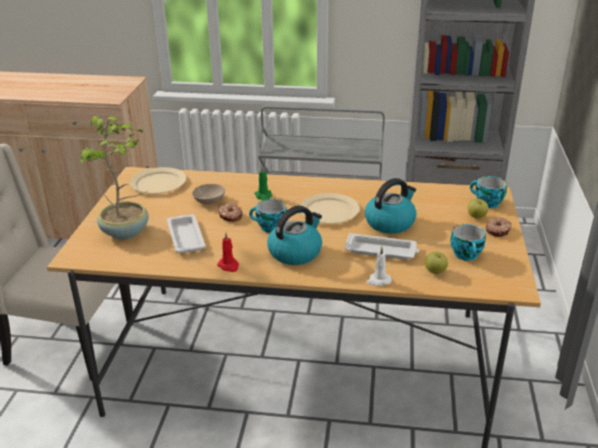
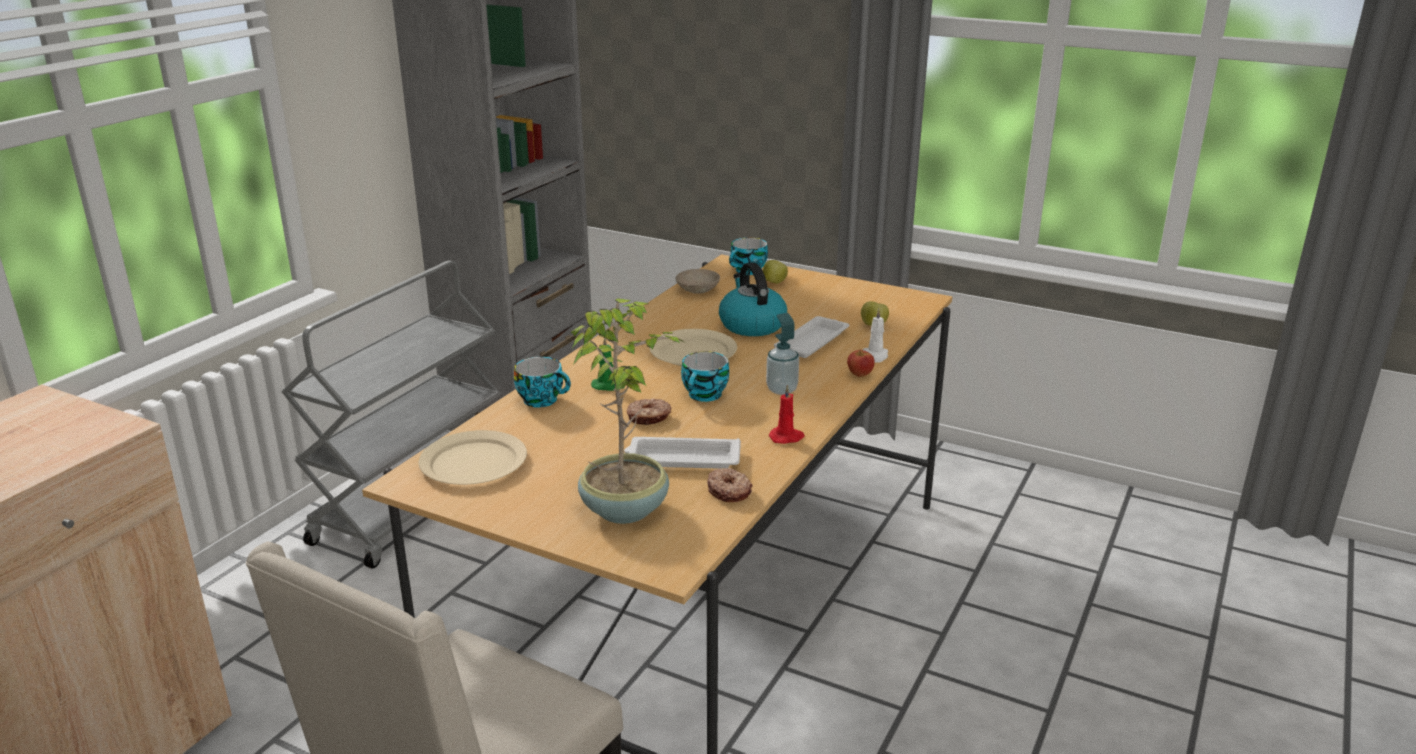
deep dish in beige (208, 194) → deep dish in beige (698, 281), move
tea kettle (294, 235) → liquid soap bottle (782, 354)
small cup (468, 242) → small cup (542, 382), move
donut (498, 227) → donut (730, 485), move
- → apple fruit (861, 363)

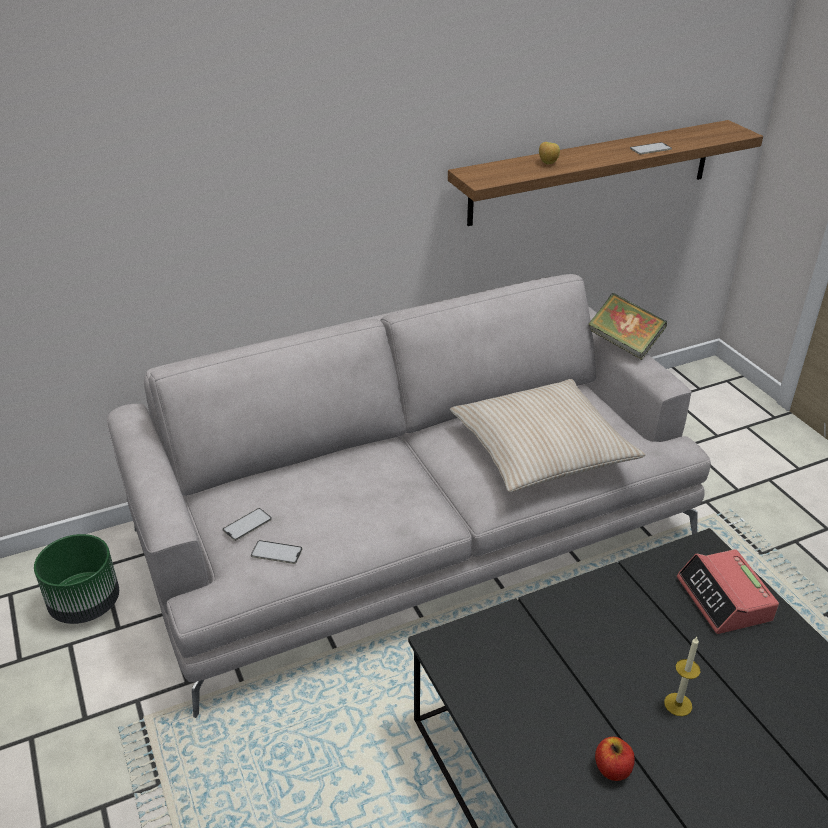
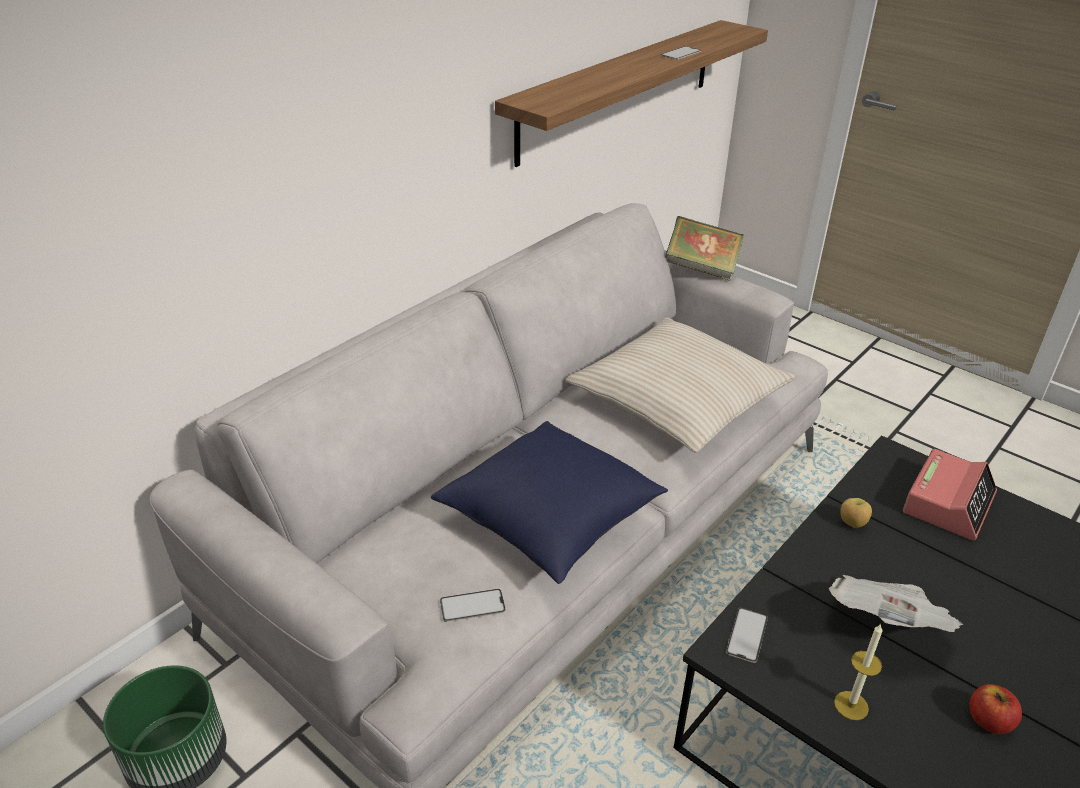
telephone (247, 524) → telephone (747, 635), move
apple fruit (549, 153) → apple fruit (856, 513), move
wax light (682, 676) → wax light (858, 672), move
table clock (728, 591) → table clock (950, 494), 105 degrees counterclockwise
- → throw pillow in blue-coloured (549, 502)
- → newspaper (896, 603)

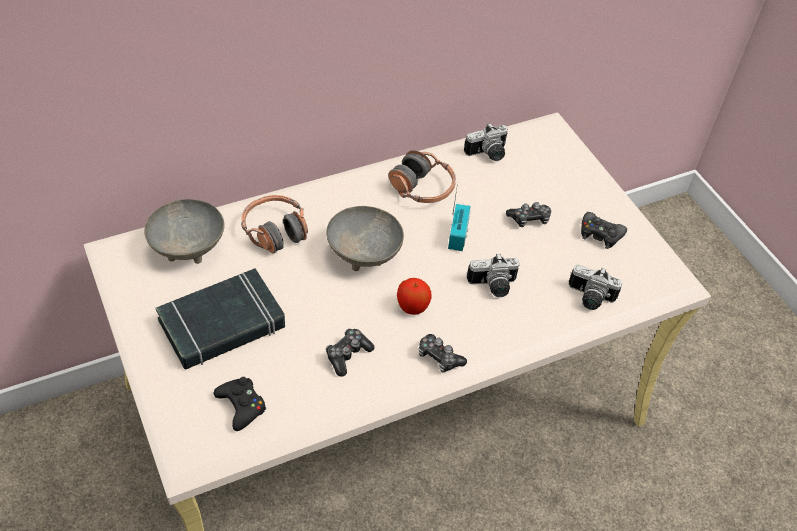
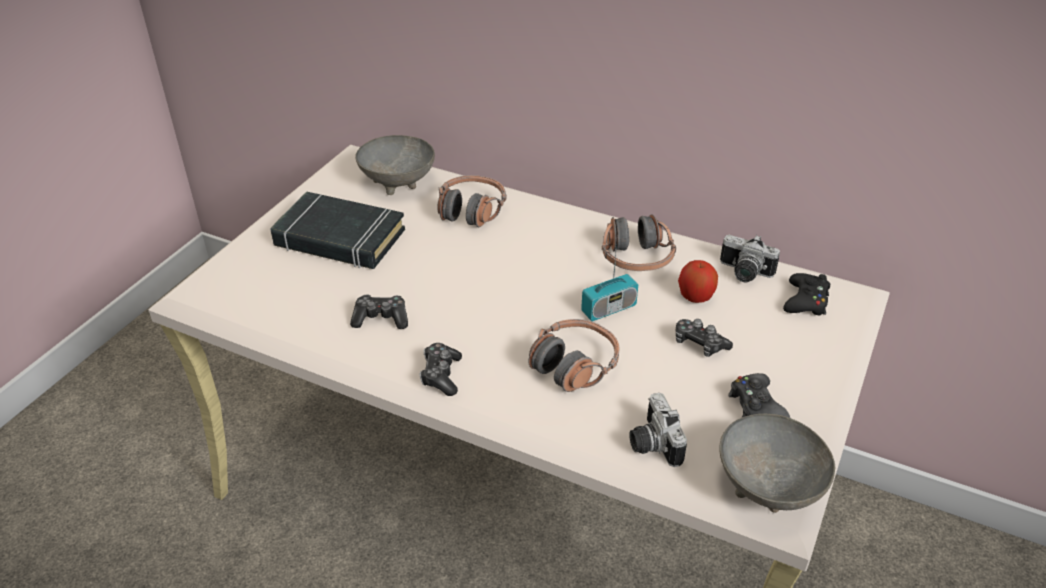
joypad in black (240, 404) → joypad in black (806, 294), move
deep dish in greyish (365, 238) → deep dish in greyish (777, 463), move
apple fruit (414, 296) → apple fruit (698, 281), move
photo camera (493, 275) → headset (574, 355)

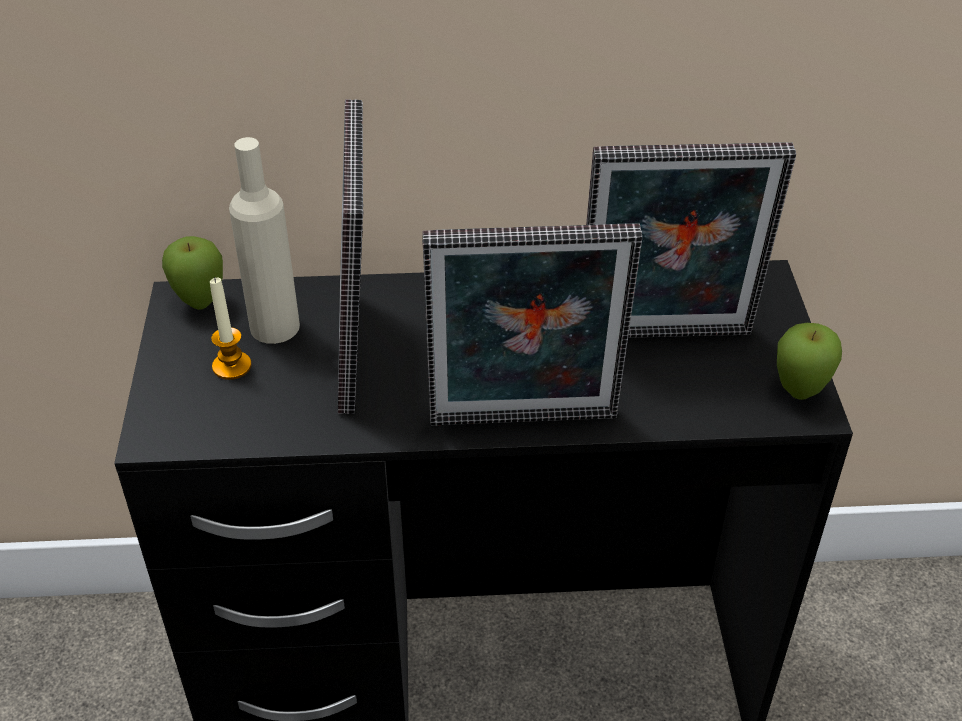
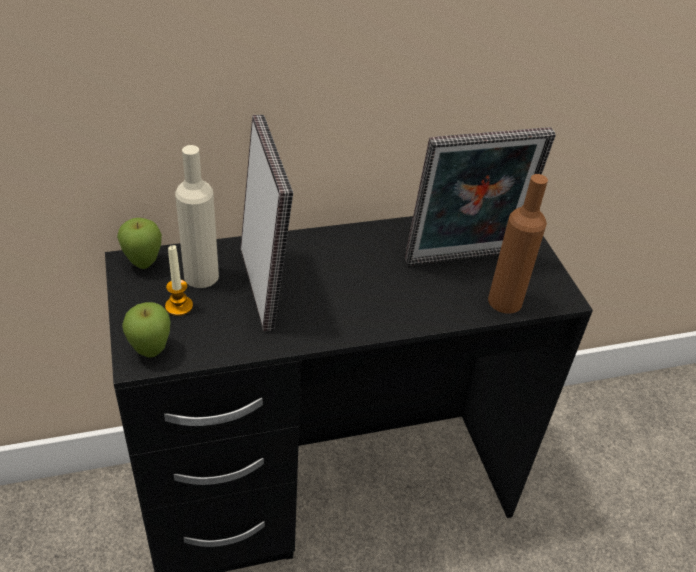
picture frame (532, 324) → -
apple fruit (809, 361) → apple fruit (146, 329), move
- → drink bottle in brownish (518, 244)

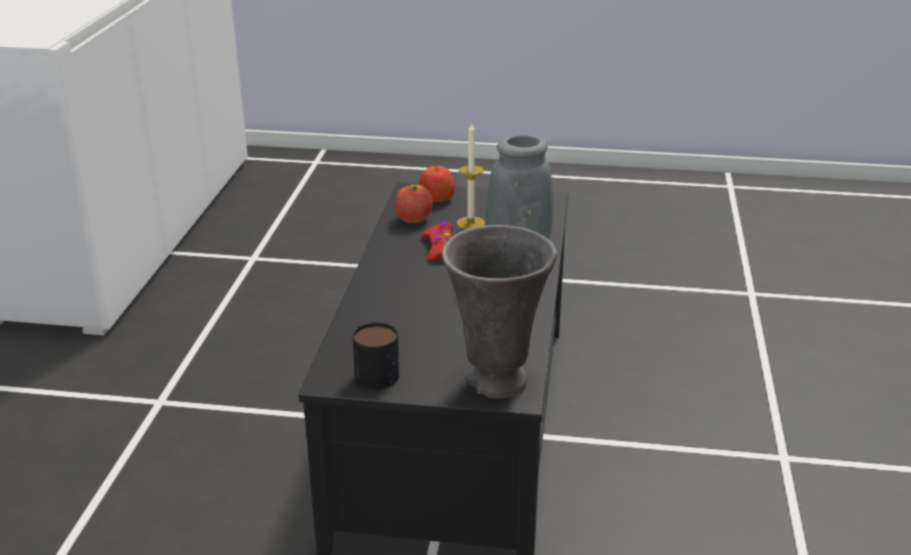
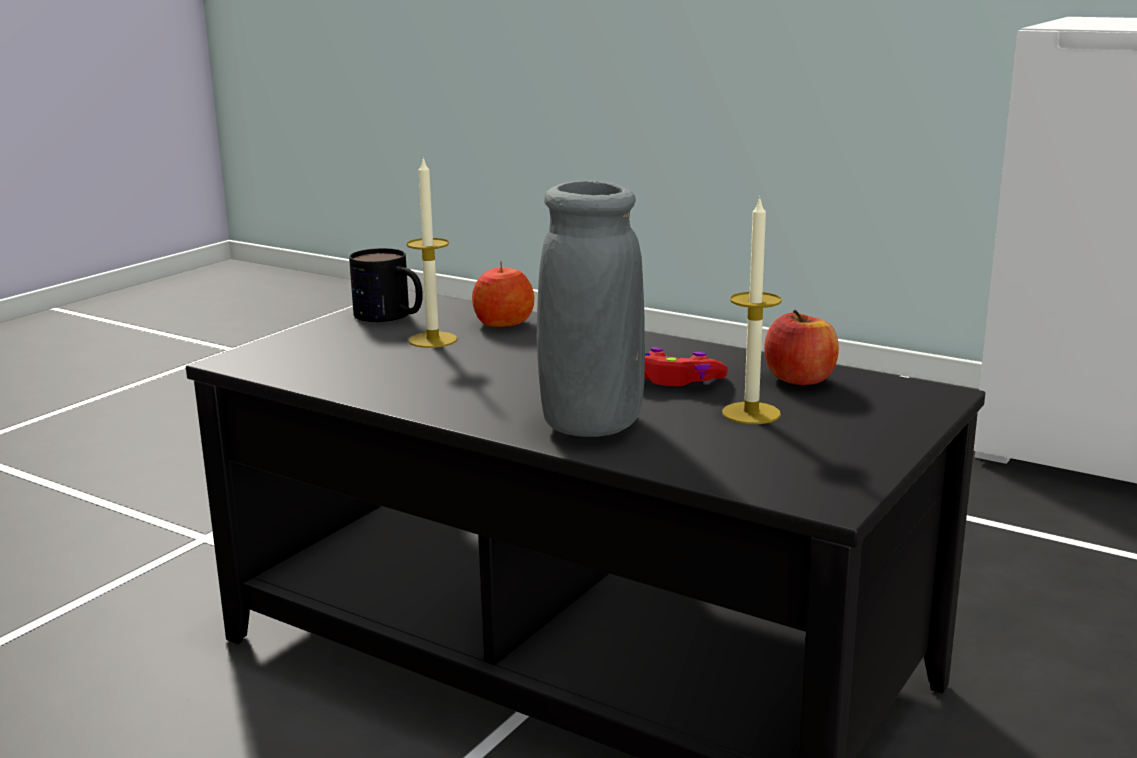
apple fruit (437, 183) → apple fruit (503, 294), move
decorative vase in greyish (499, 311) → -
- → wax light (432, 252)

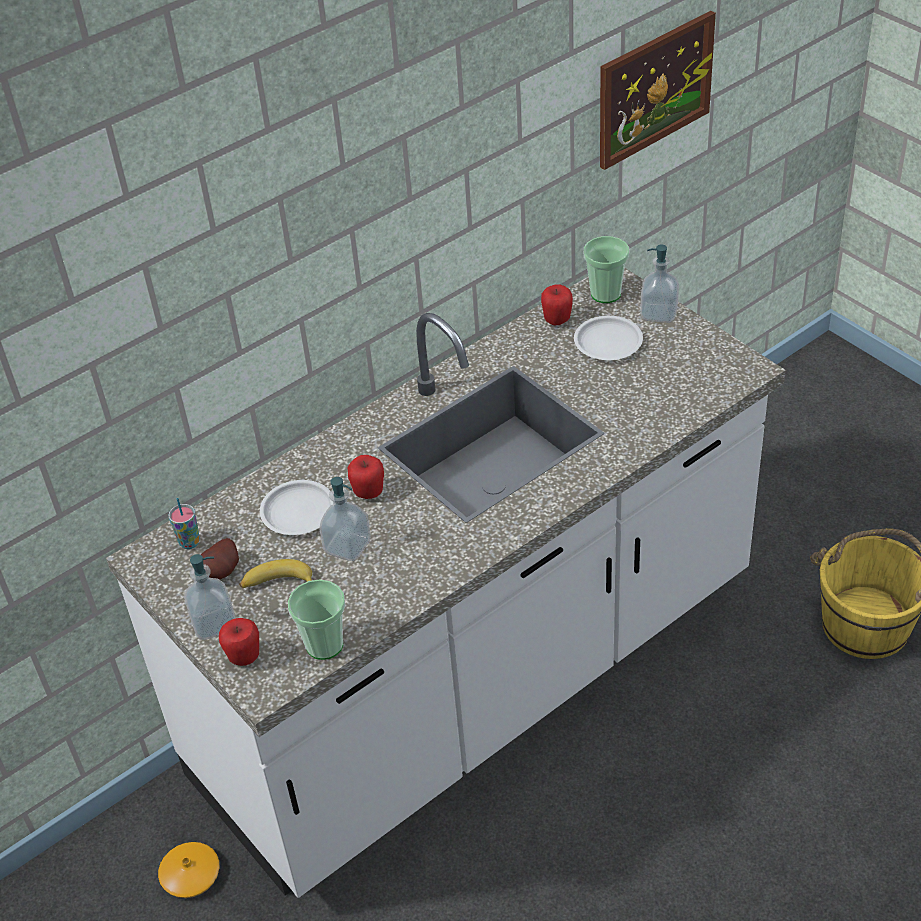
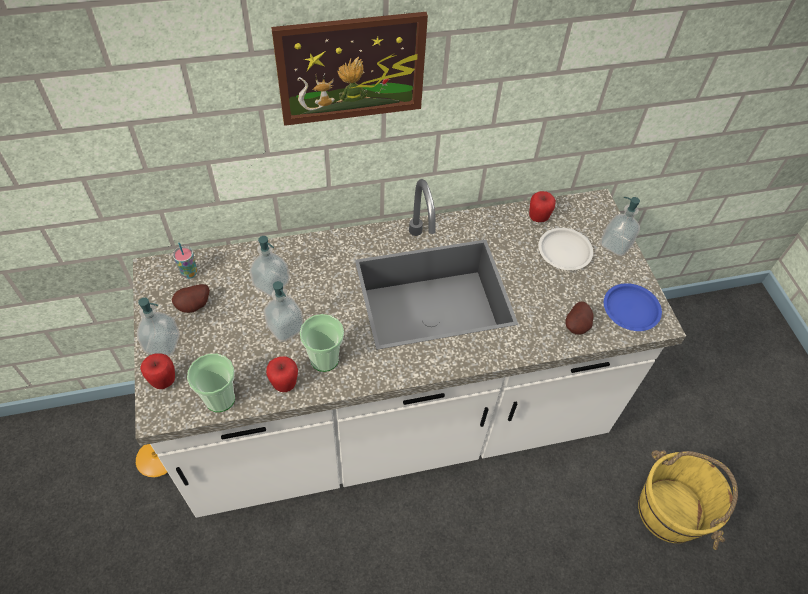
banana fruit (275, 573) → -
dinner plate in white-coloured (296, 507) → liquid soap bottle (269, 266)
apple fruit (366, 477) → apple fruit (282, 374), move
small cup (606, 269) → small cup (322, 343), move
wall picture (658, 90) → wall picture (349, 69), move
- → whole potato (579, 318)
- → dinner plate in blue-coloured (633, 307)

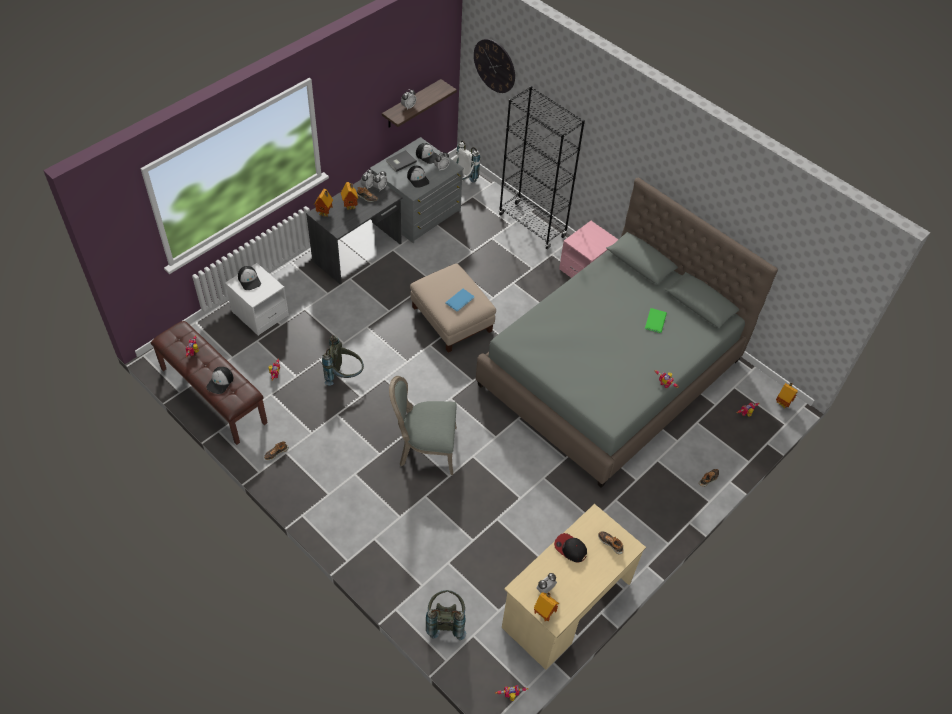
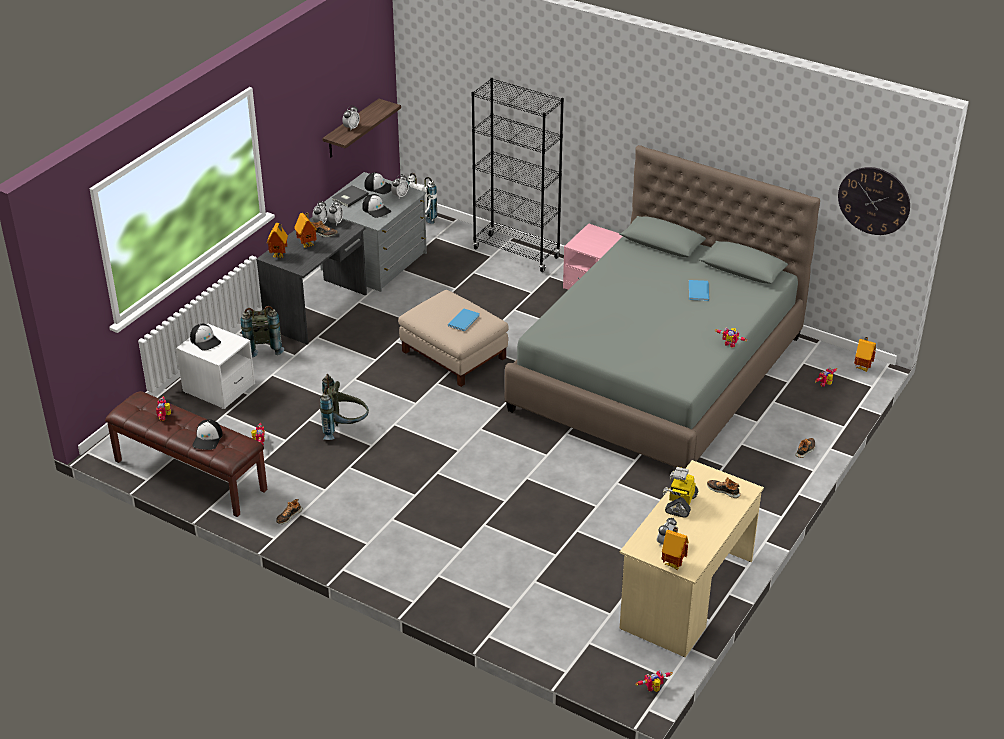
upright chair in greyish (423, 425) → -
backpack in greyish (446, 615) → backpack in greyish (262, 332), move
wall clock (494, 66) → wall clock (874, 201), move
peaked cap (570, 548) → model robot (680, 492)
bound book in green-coloured (656, 320) → bound book in blue-coloured (699, 290)

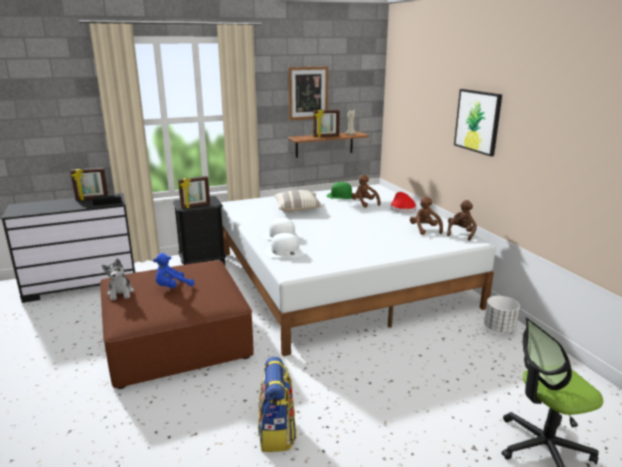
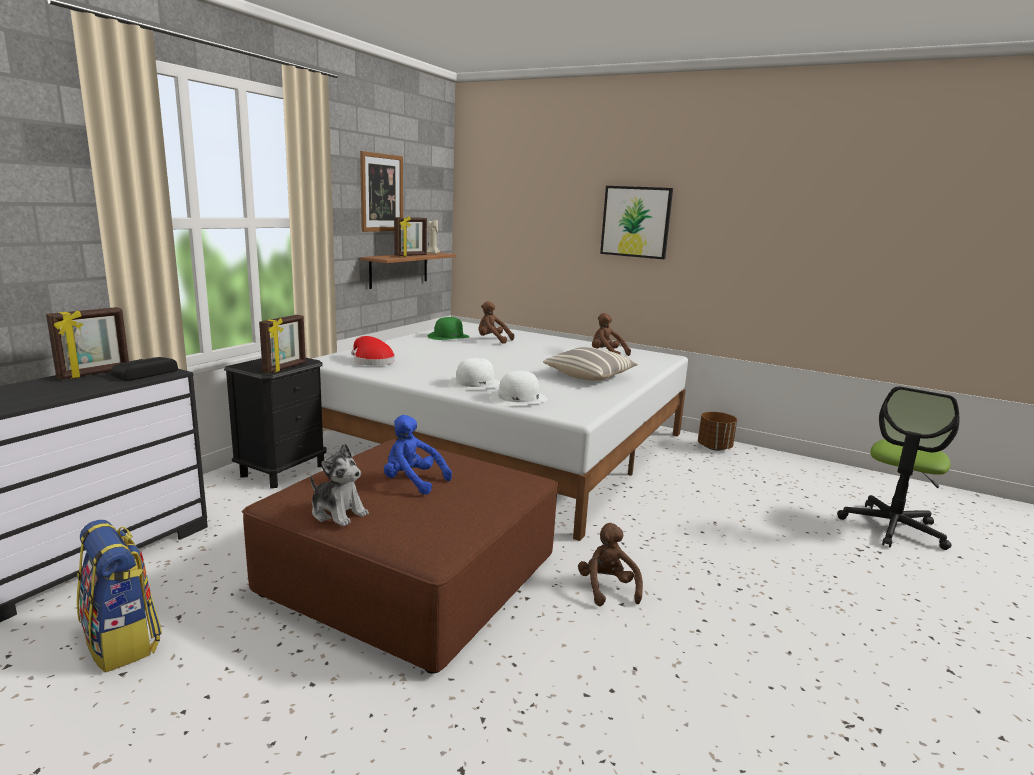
plush toy in blue-coloured (173, 270) → plush toy in blue-coloured (418, 455), 105 degrees clockwise
backpack (277, 404) → backpack (119, 596), move
throw pillow (298, 201) → throw pillow (591, 364), move
clothing hat in reddish (403, 202) → clothing hat in reddish (373, 351), move
plush toy in brownish (462, 220) → plush toy in brownish (610, 564), move
plant pot in white-coloured (502, 314) → plant pot in brownish (717, 431)

